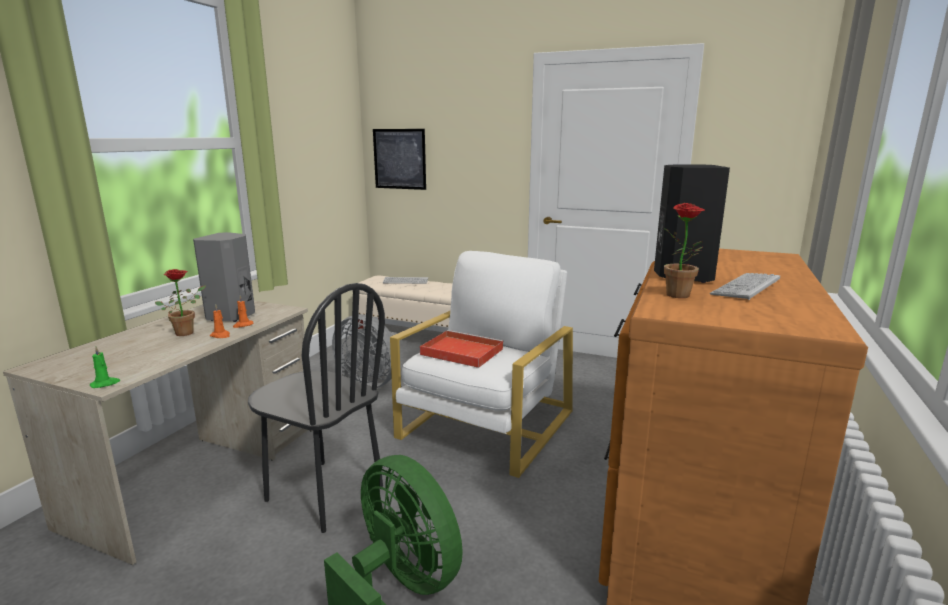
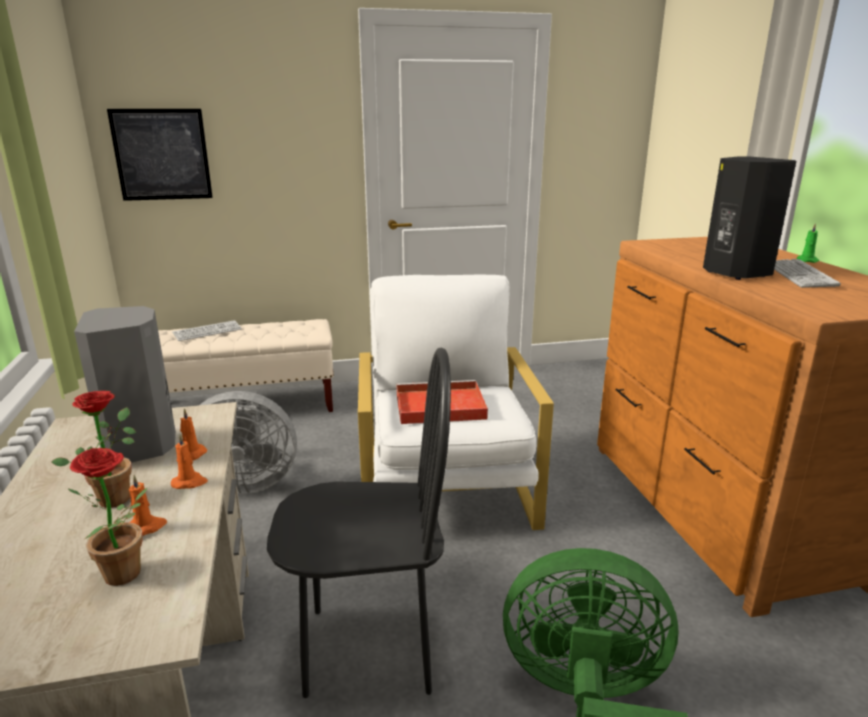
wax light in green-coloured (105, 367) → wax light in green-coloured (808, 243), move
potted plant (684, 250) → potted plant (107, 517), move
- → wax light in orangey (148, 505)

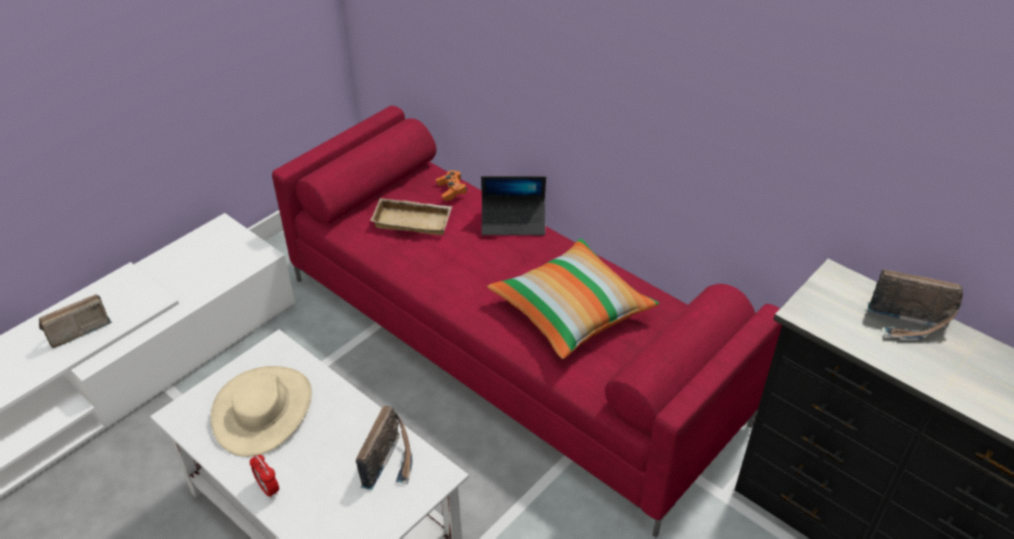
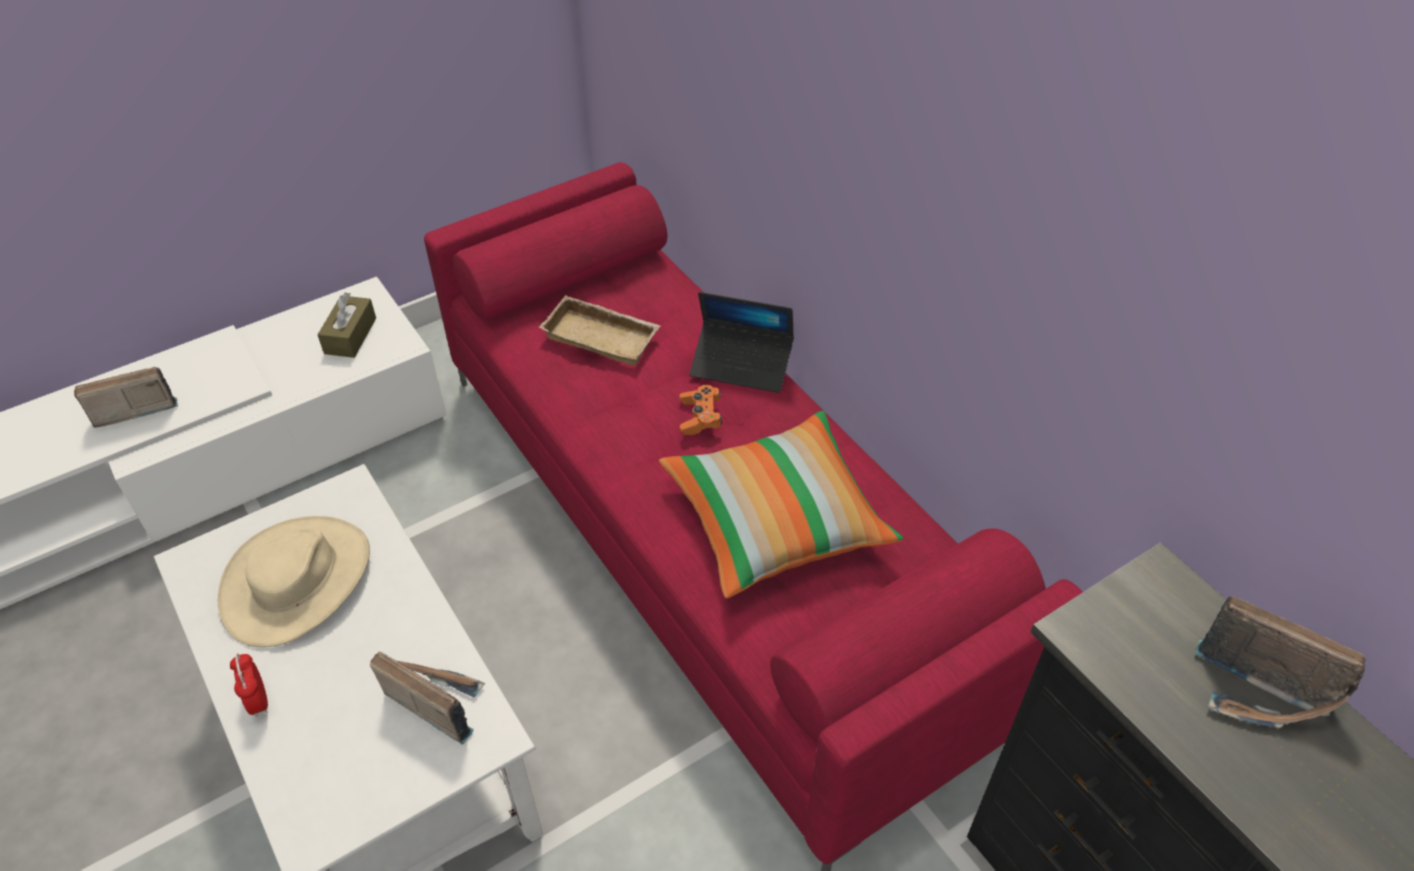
radio (384, 448) → radio (427, 697), 90 degrees counterclockwise
joypad in orangey (451, 185) → joypad in orangey (700, 410), move
- → box of tissues in brownish (347, 325)

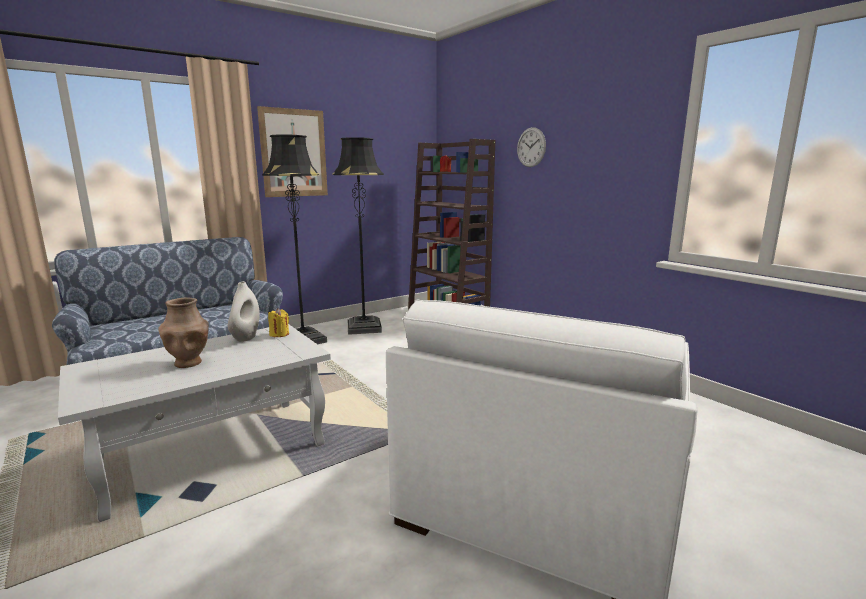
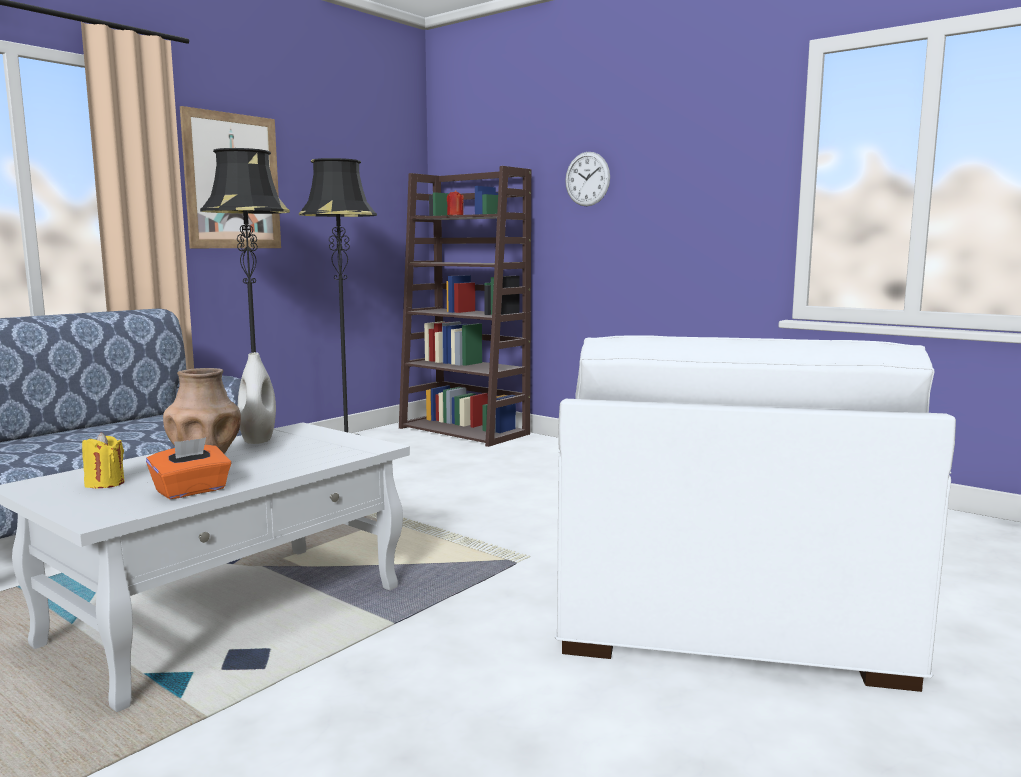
wax light in yellow-coloured (278, 322) → wax light in yellow-coloured (103, 460), move
- → box of tissues in orangey (188, 468)

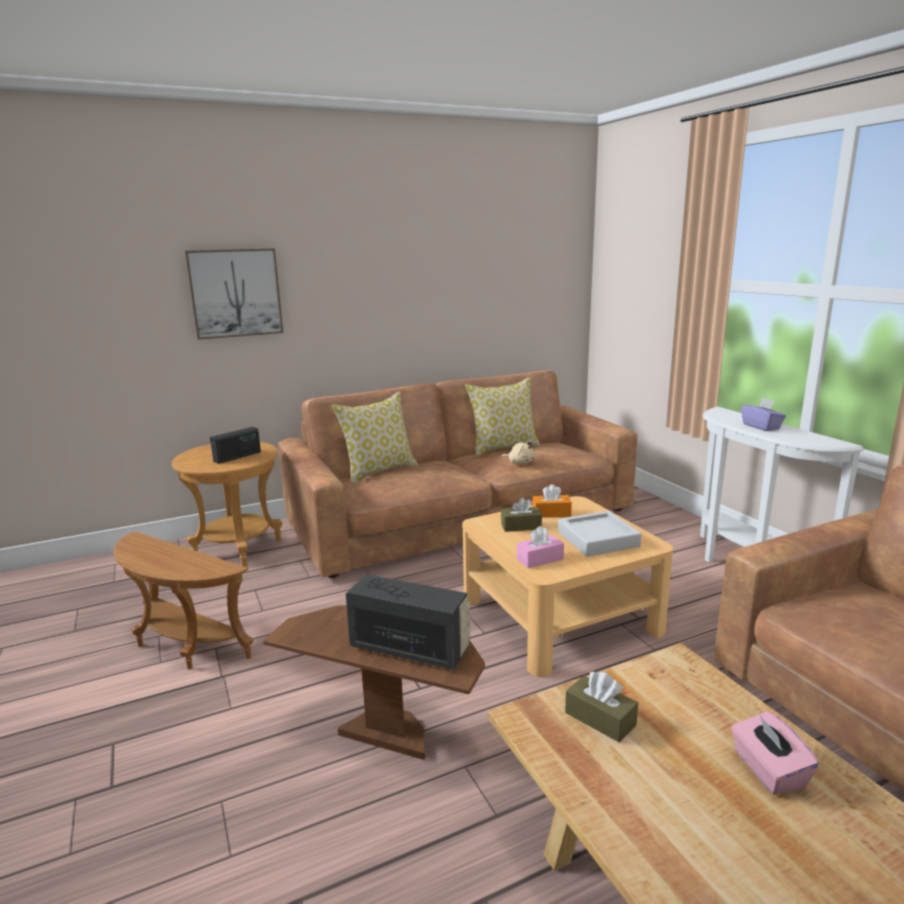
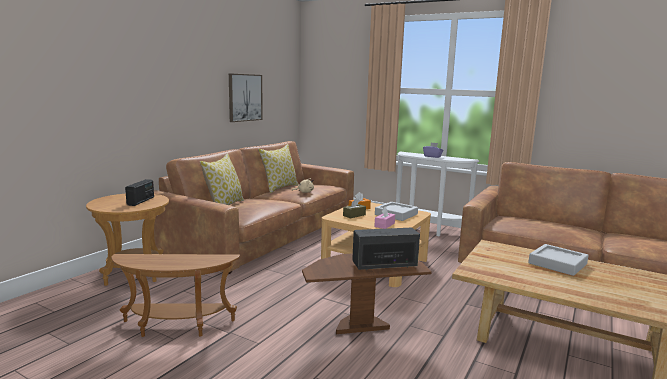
wall picture (234, 294) → wall picture (246, 97), move
box of tissues in brownish (601, 707) → -
box of tissues in pink-coloured (775, 753) → carrying tray in greyish (558, 260)

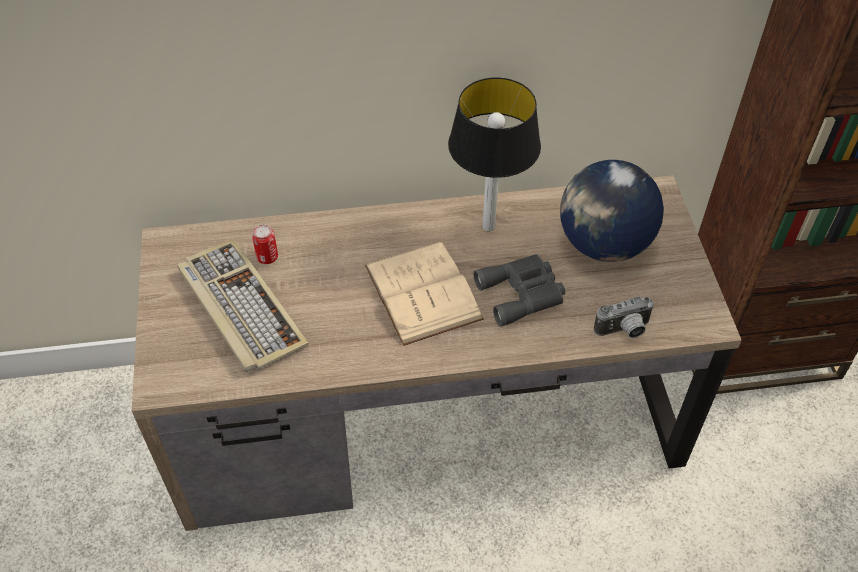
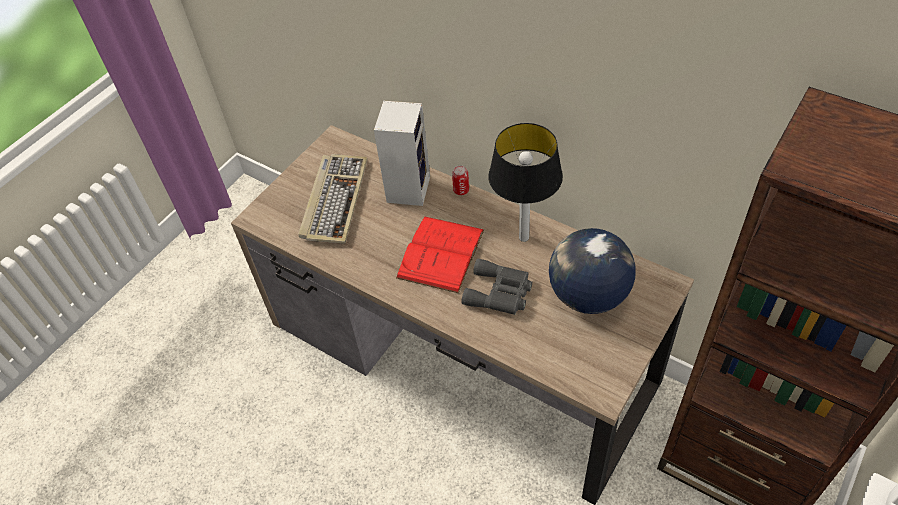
metal can (265, 244) → metal can (460, 180), move
bound book in beige (424, 294) → bound book in reddish (440, 255)
photo camera (624, 317) → -
- → loudspeaker (402, 153)

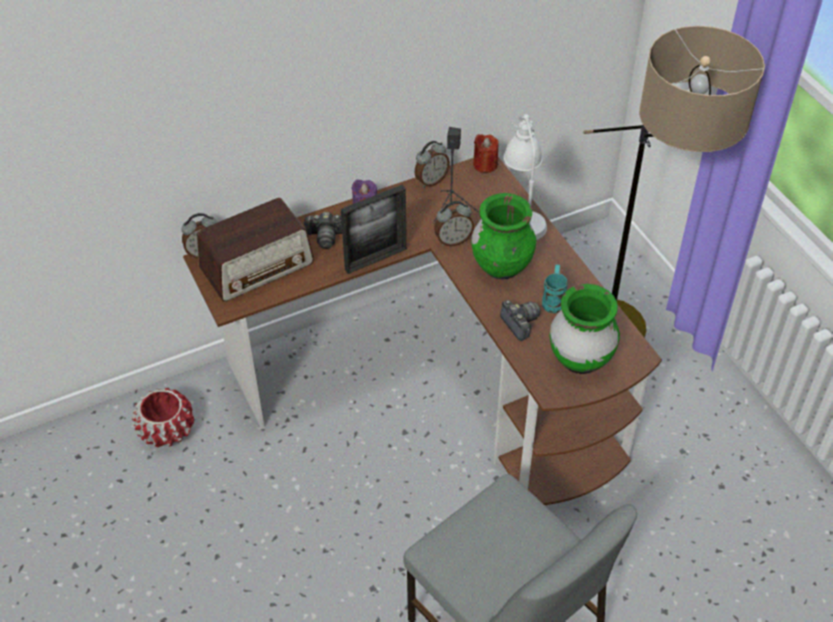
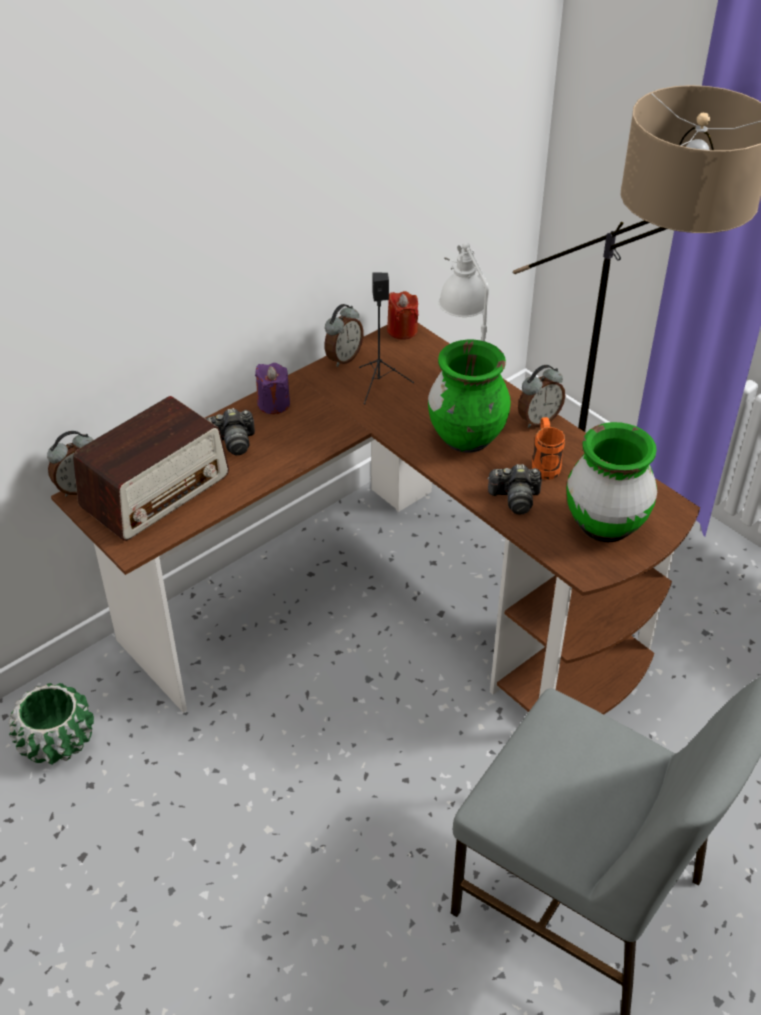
plant pot in reddish (163, 417) → plant pot in green-coloured (51, 724)
picture frame (374, 229) → -
table clock (454, 223) → table clock (541, 396), move
photo camera (520, 320) → photo camera (514, 489), 135 degrees clockwise
coffee mug in turquoise-coloured (555, 288) → coffee mug in orangey (548, 448)

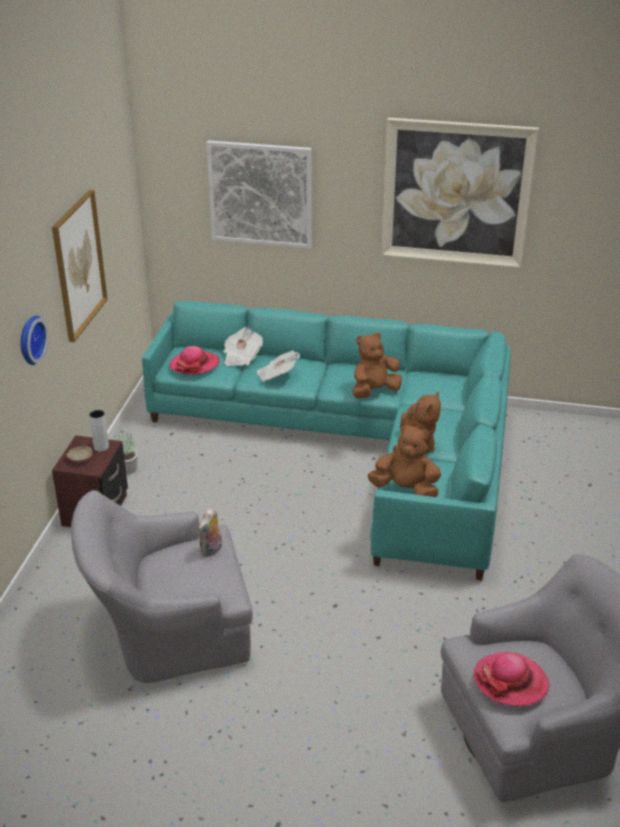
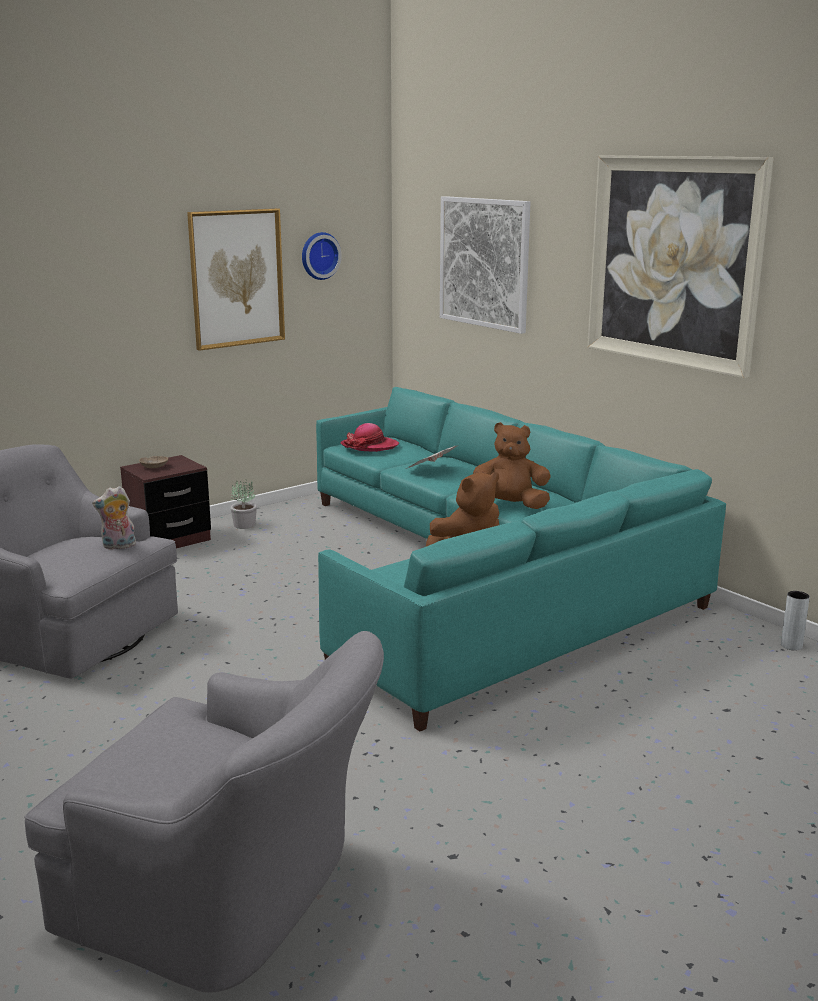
wall clock (34, 340) → wall clock (322, 256), move
decorative vase in greyish (99, 431) → decorative vase in greyish (795, 621), move
newspaper (243, 346) → -
plush toy in brownish (404, 460) → -
clothing hat (512, 679) → -

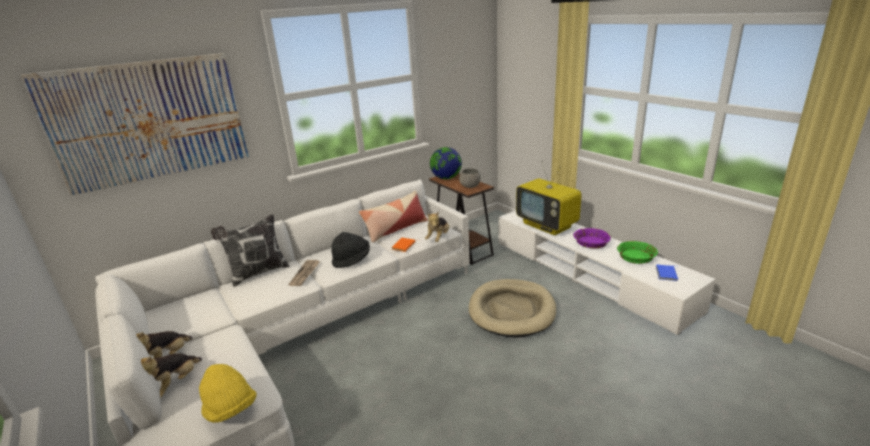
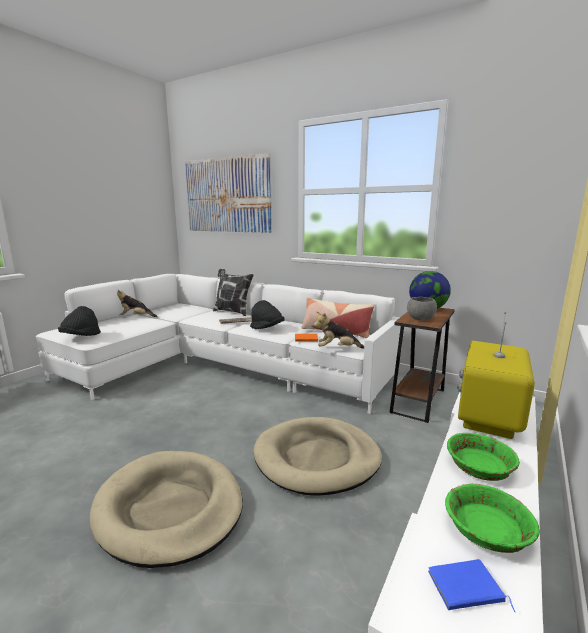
plush toy (171, 376) → -
clothing hat in yellow-coloured (228, 393) → clothing hat in black (79, 321)
deep dish in purplish (592, 238) → deep dish in green-coloured (483, 457)
- → pet bed in beige (166, 509)

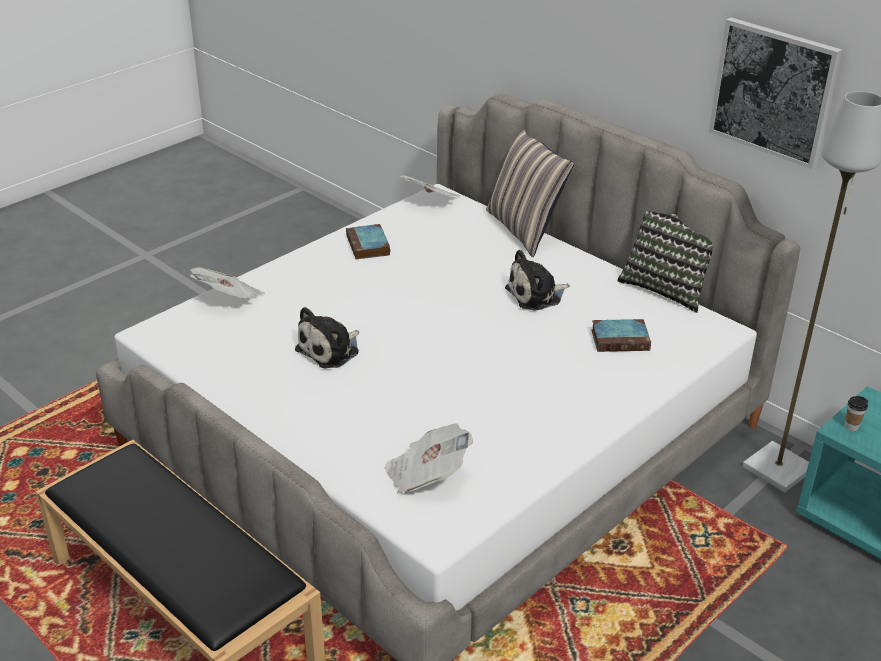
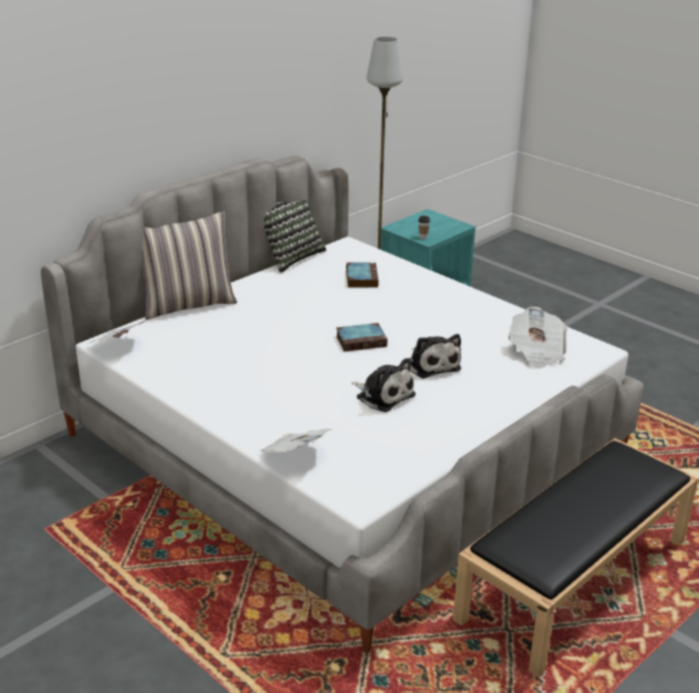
bound book (368, 242) → bound book (361, 337), move
plush toy (537, 280) → plush toy (434, 356), move
wall picture (775, 93) → -

